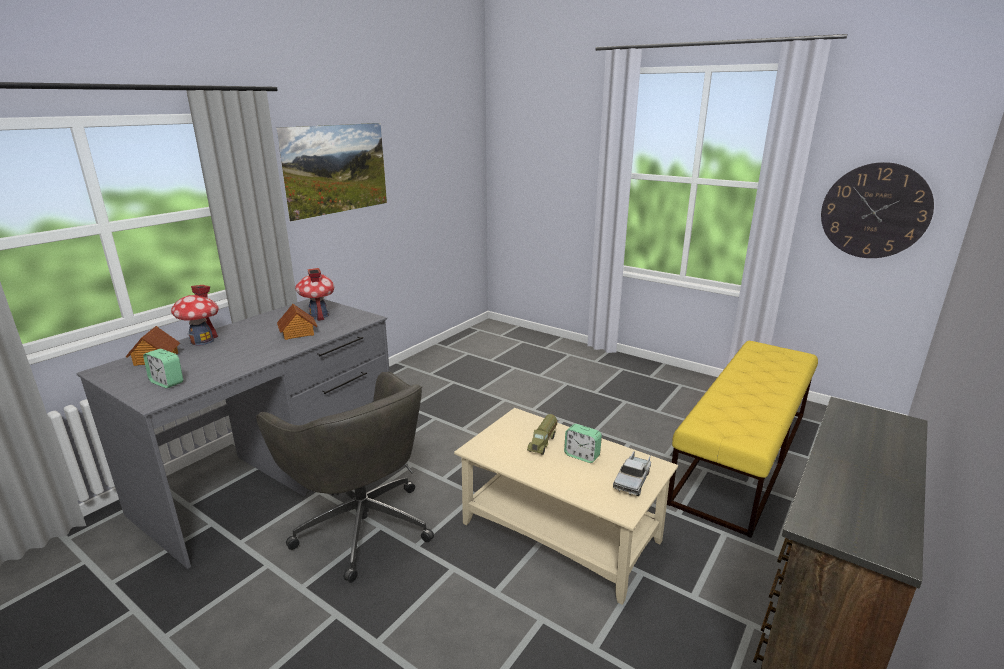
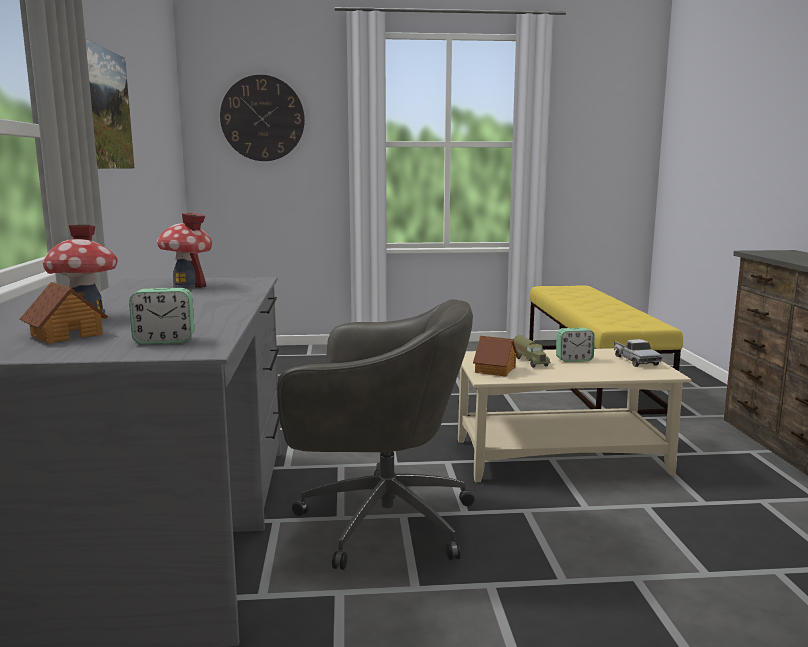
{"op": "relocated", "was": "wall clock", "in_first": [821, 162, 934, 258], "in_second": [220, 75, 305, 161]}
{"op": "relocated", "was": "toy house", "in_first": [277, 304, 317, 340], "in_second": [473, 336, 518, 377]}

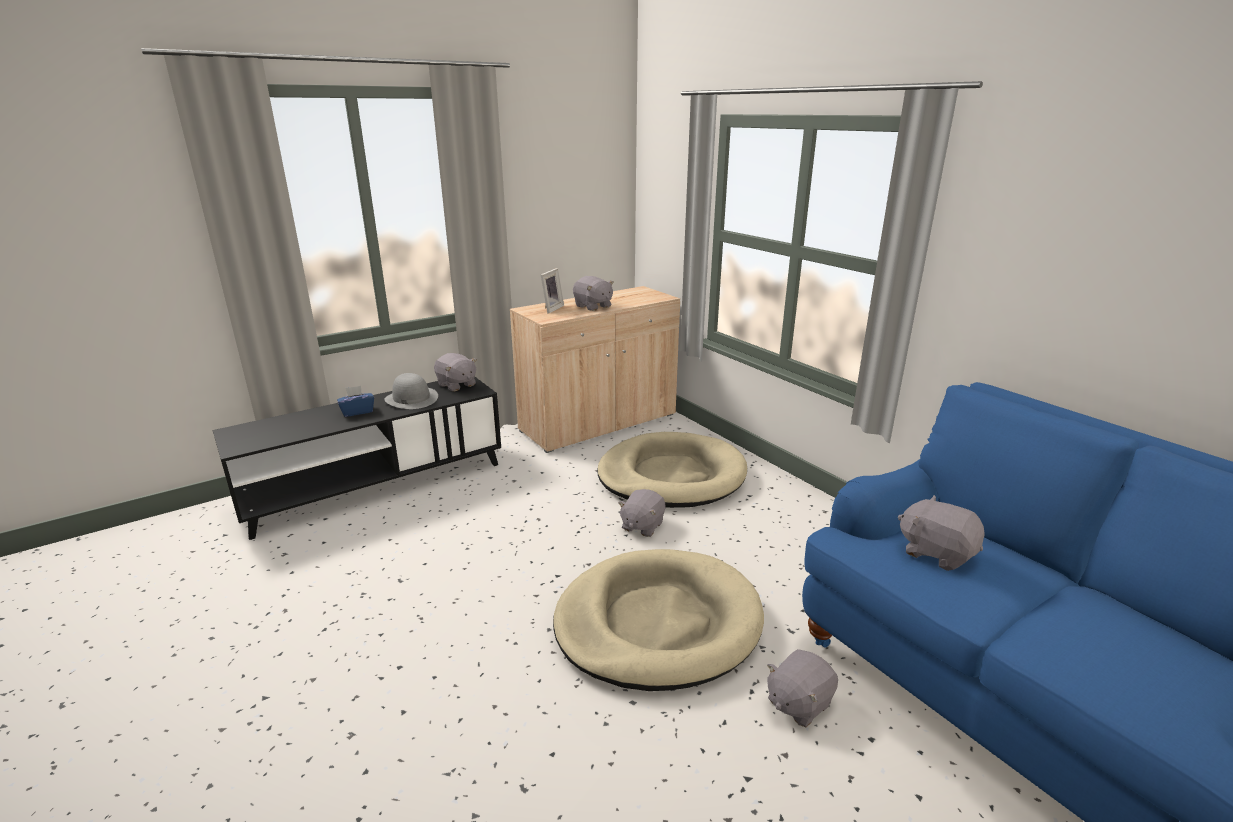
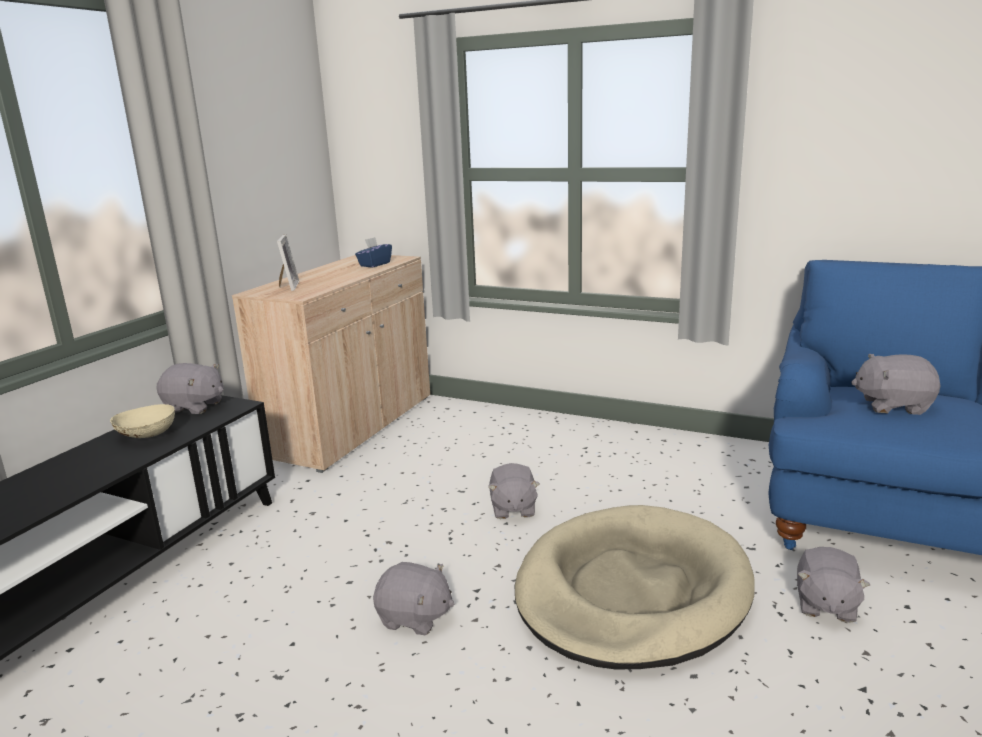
{"op": "relocated", "was": "grey plush toy", "in_first": [573, 276, 614, 311], "in_second": [373, 562, 454, 635]}
{"op": "exchanged", "was": "grey hat", "now": "beige bowl", "in_first": [384, 373, 438, 409], "in_second": [110, 404, 175, 438]}
{"op": "relocated", "was": "blue tissue box", "in_first": [337, 386, 374, 417], "in_second": [355, 237, 392, 267]}
{"op": "missing", "was": "beige dog bed", "in_first": [597, 432, 747, 508]}

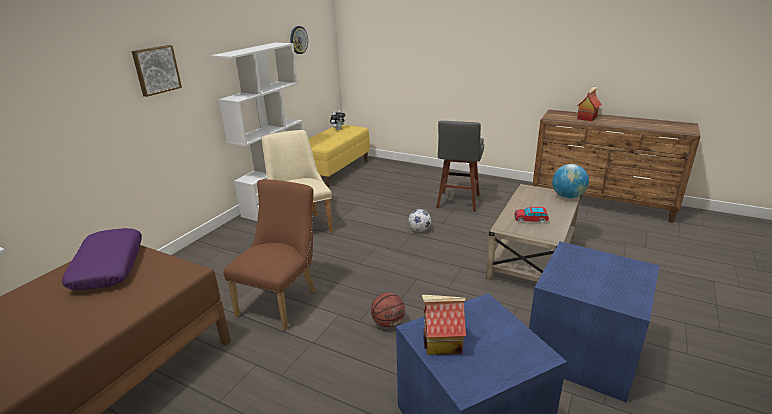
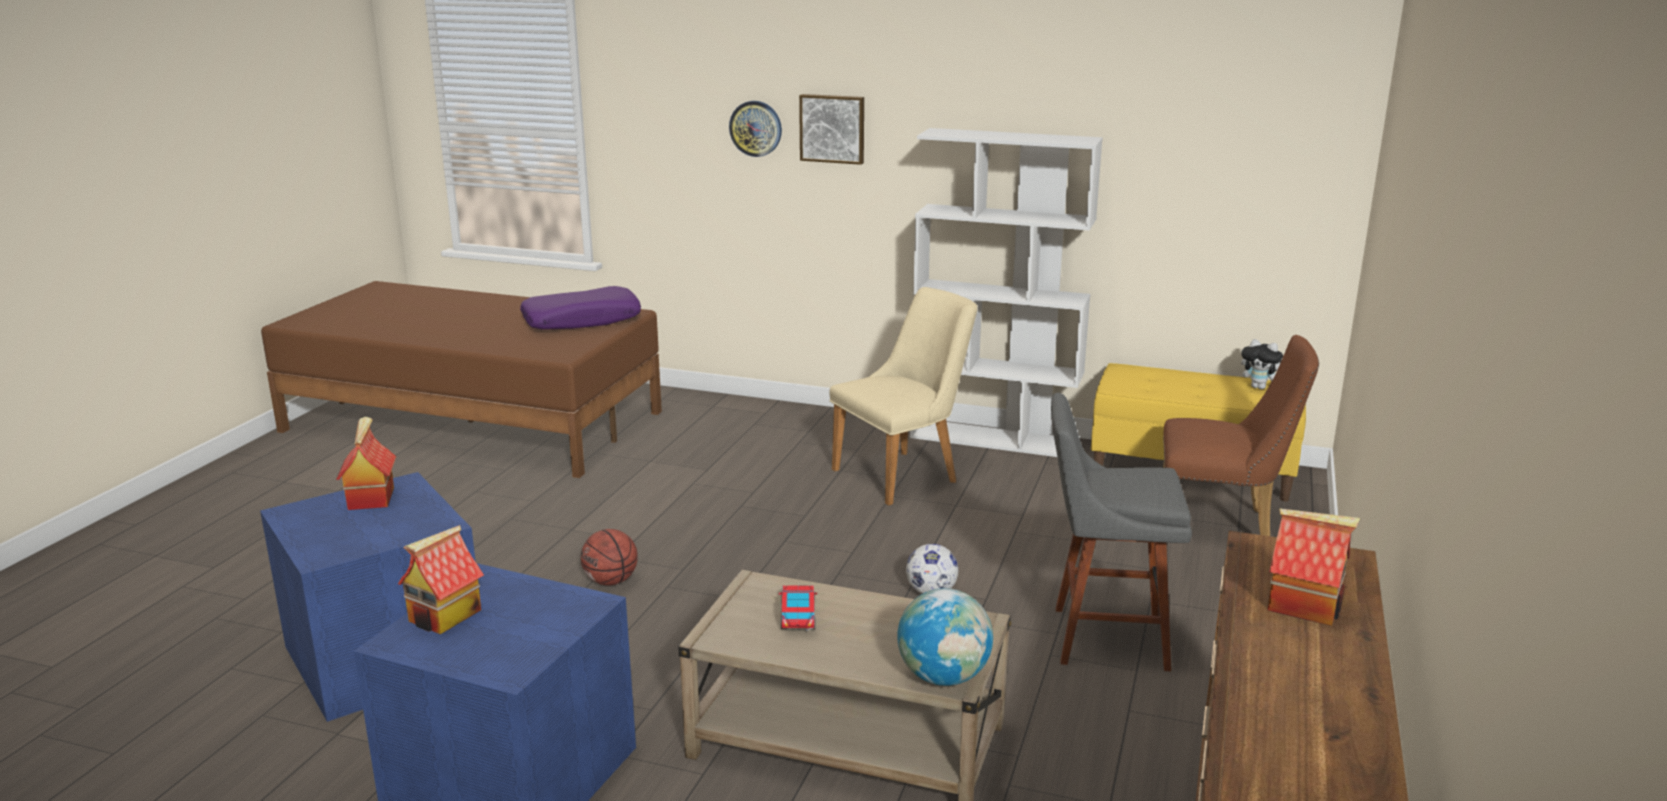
{"op": "relocated", "was": "wall clock", "in_first": [290, 26, 308, 54], "in_second": [729, 101, 782, 157]}
{"op": "relocated", "was": "brown chair", "in_first": [223, 179, 315, 330], "in_second": [1163, 335, 1319, 536]}
{"op": "appeared", "now": "toy house", "in_second": [398, 525, 484, 634]}

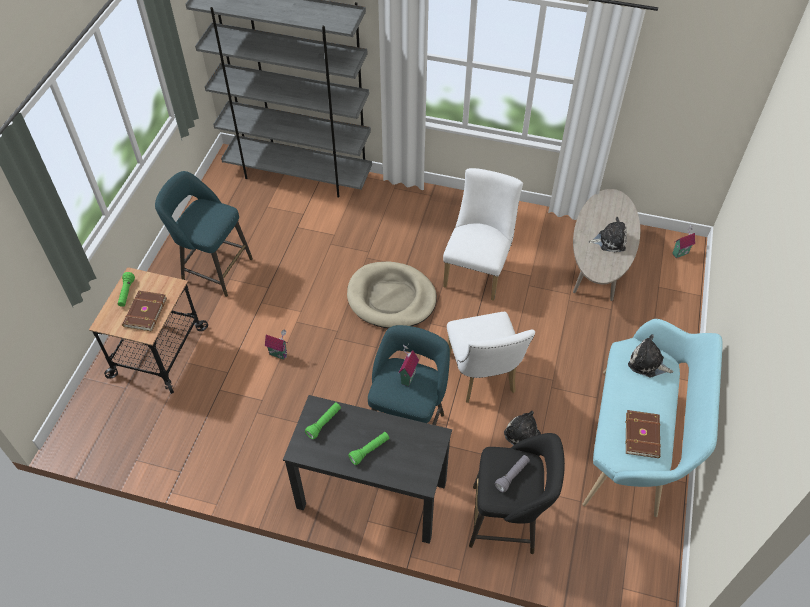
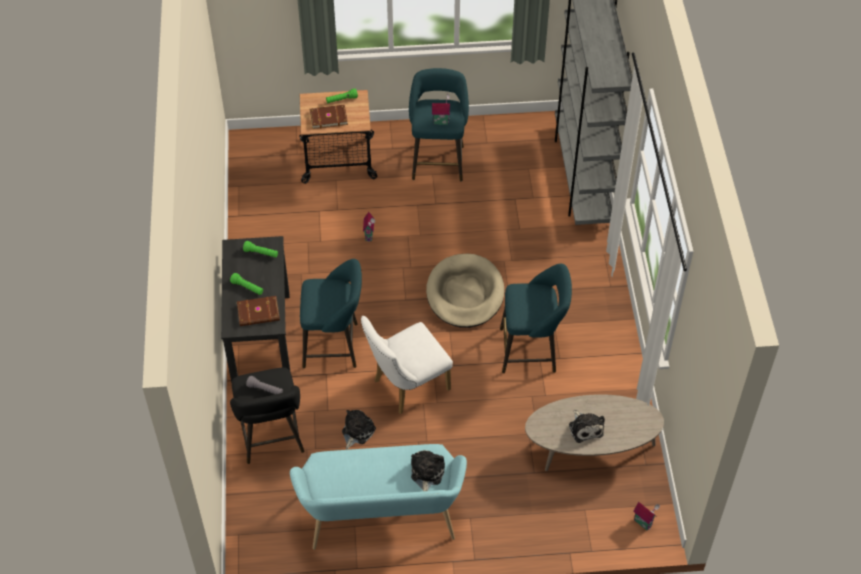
{"op": "exchanged", "was": "white chair", "now": "turquoise stool", "in_first": [443, 168, 523, 301], "in_second": [500, 264, 572, 373]}
{"op": "relocated", "was": "toy house", "in_first": [398, 344, 419, 386], "in_second": [432, 94, 450, 125]}
{"op": "relocated", "was": "brown book", "in_first": [625, 410, 661, 458], "in_second": [237, 296, 280, 326]}

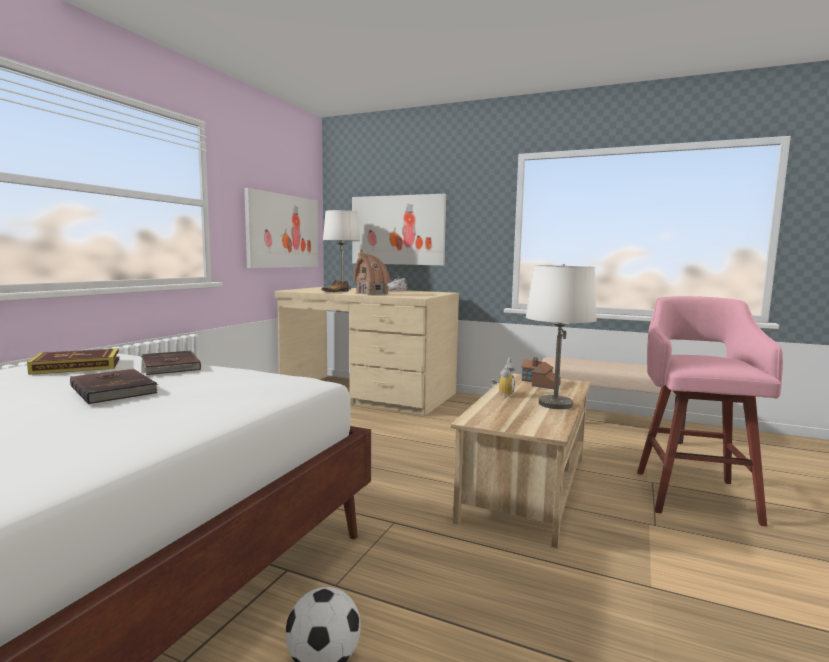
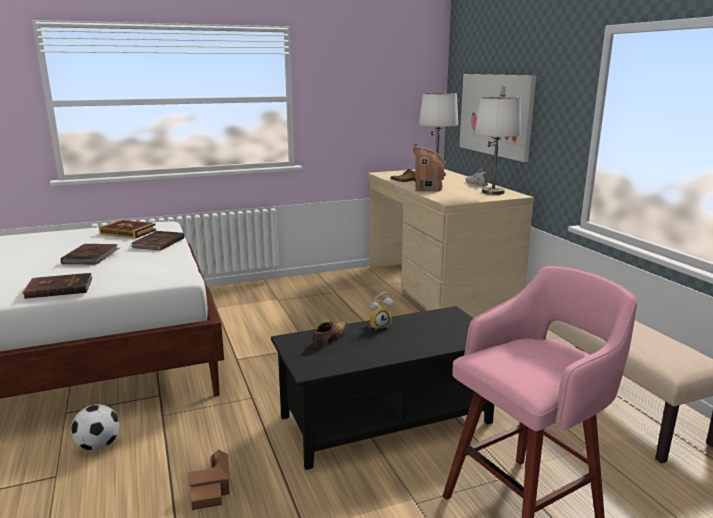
{"op": "missing", "was": "picture", "in_first": [244, 188, 318, 268]}
{"op": "relocated", "was": "white table lamp", "in_first": [526, 264, 597, 409], "in_second": [474, 96, 521, 195]}
{"op": "relocated", "was": "toy house", "in_first": [521, 357, 561, 389], "in_second": [189, 449, 230, 510]}
{"op": "colour", "was": "beige coffee table", "now": "black coffee table", "in_first": [451, 373, 591, 548], "in_second": [271, 306, 494, 470]}
{"op": "appeared", "now": "brown book", "in_second": [22, 273, 93, 299]}
{"op": "appeared", "now": "shoe", "in_second": [312, 321, 348, 348]}

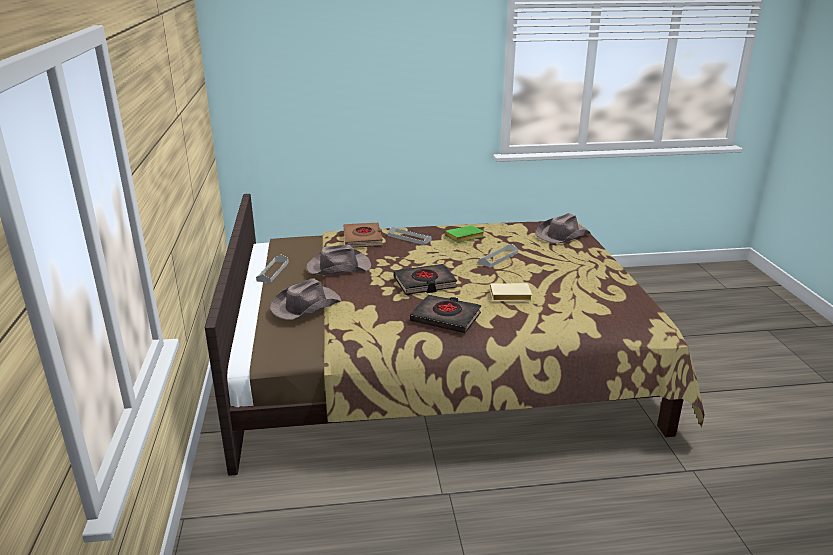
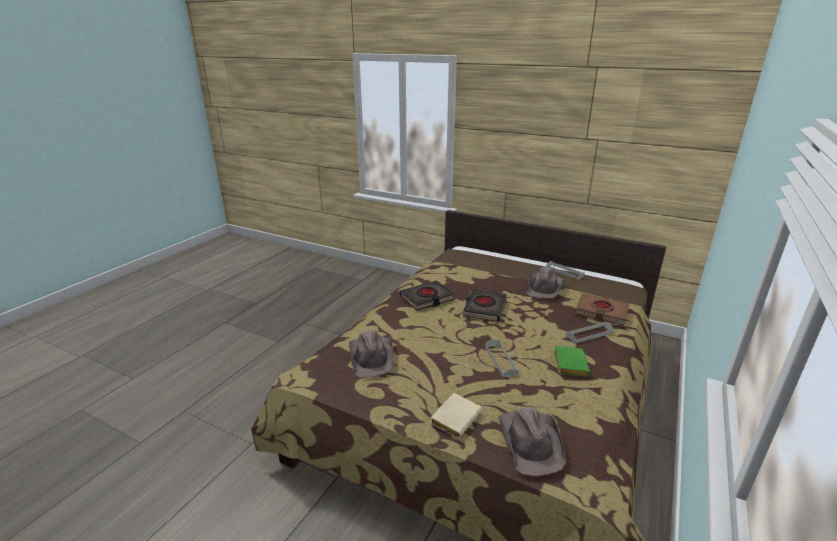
{"op": "relocated", "was": "brown hat", "in_first": [270, 278, 341, 320], "in_second": [349, 330, 394, 378]}
{"op": "relocated", "was": "beige book", "in_first": [490, 283, 532, 301], "in_second": [430, 393, 482, 438]}

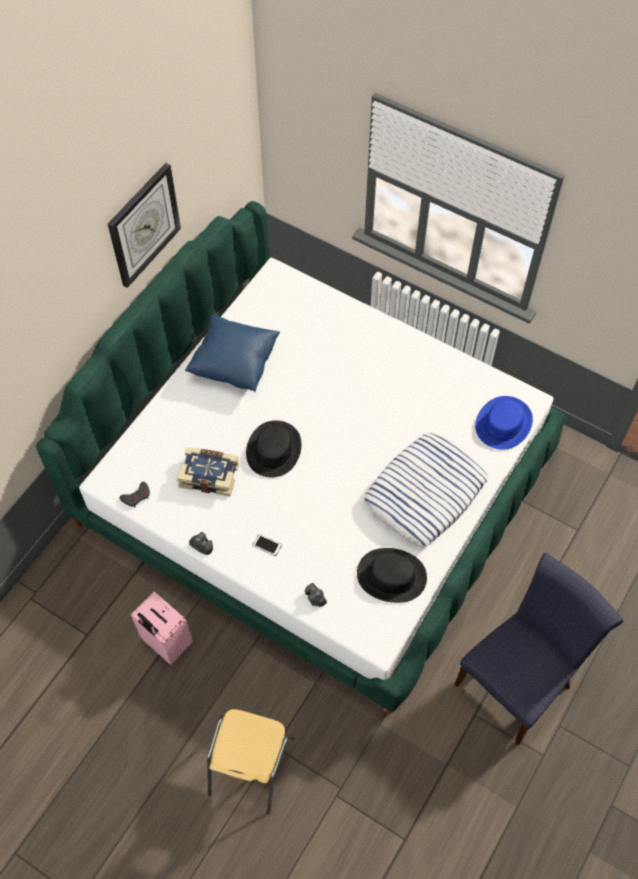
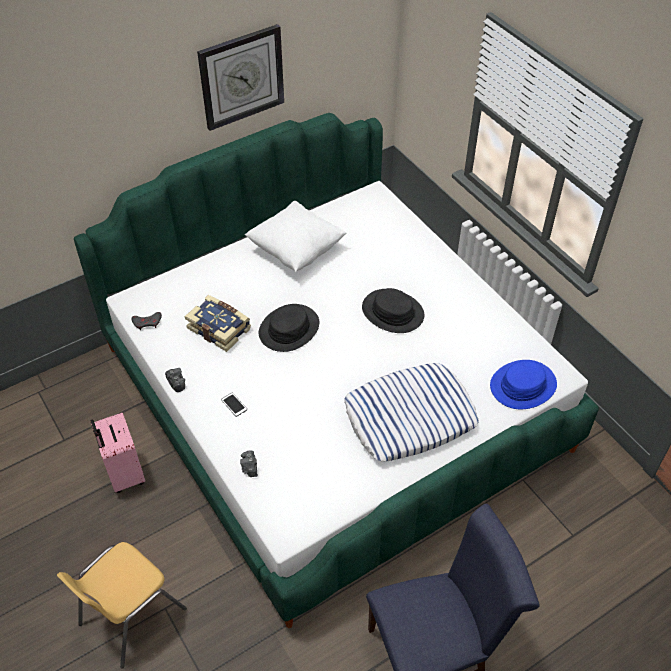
{"op": "colour", "was": "blue pillow", "now": "white pillow", "in_first": [185, 315, 280, 392], "in_second": [245, 201, 347, 272]}
{"op": "relocated", "was": "black hat", "in_first": [357, 548, 427, 603], "in_second": [362, 288, 424, 333]}

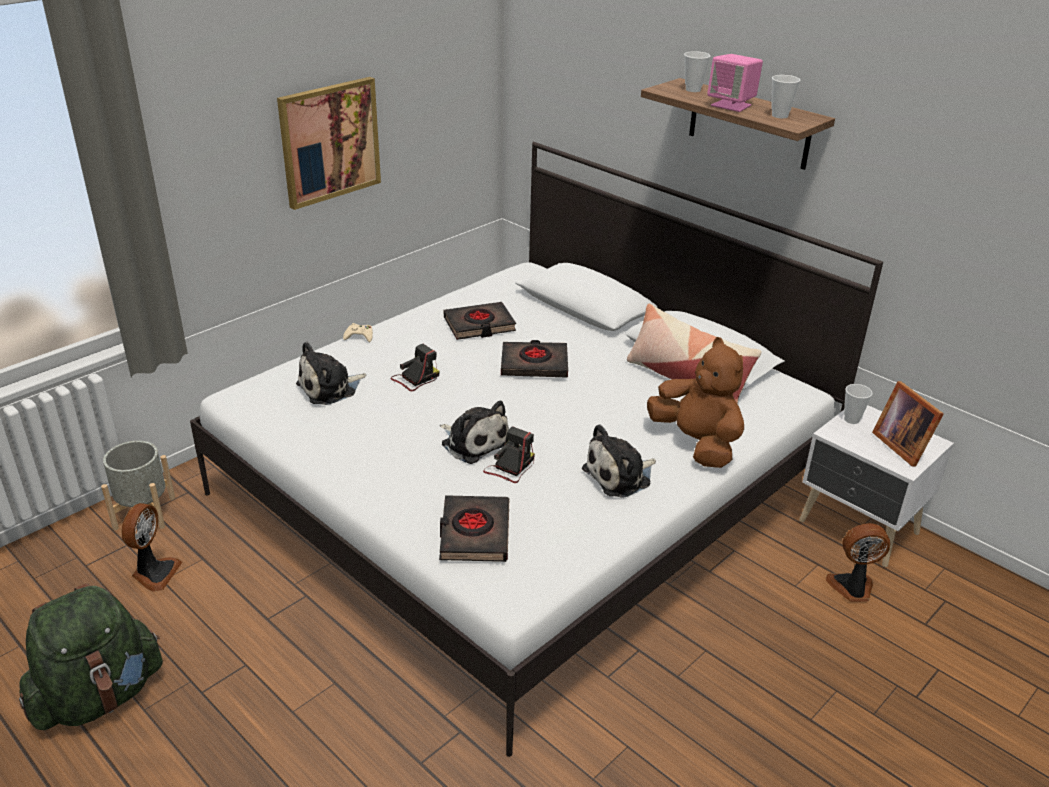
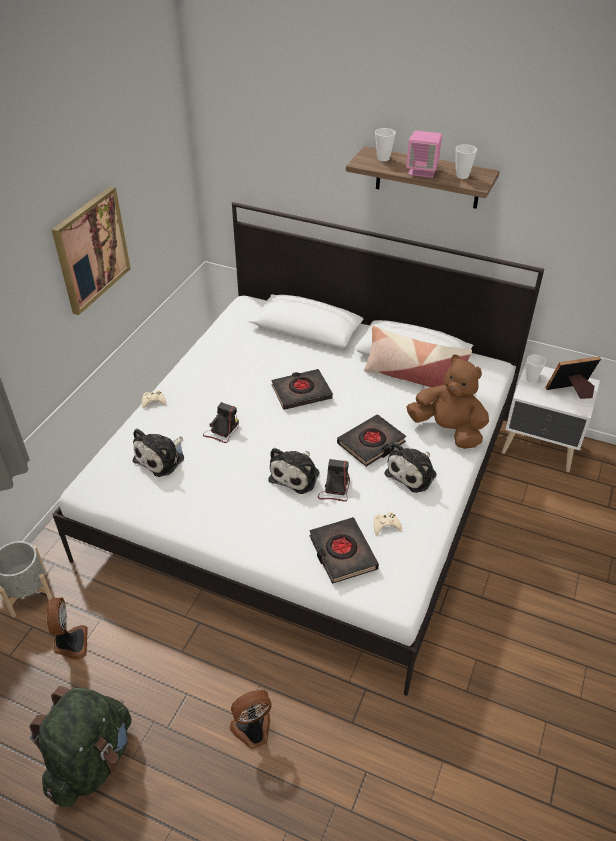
{"op": "relocated", "was": "black book", "in_first": [444, 302, 516, 340], "in_second": [337, 414, 406, 467]}
{"op": "spun", "was": "picture frame", "in_first": [872, 381, 944, 467], "in_second": [545, 357, 601, 399], "clockwise": 120}
{"op": "spun", "was": "plush toy", "in_first": [440, 400, 509, 464], "in_second": [268, 448, 320, 494], "clockwise": 90}
{"op": "relocated", "was": "fan", "in_first": [825, 523, 890, 602], "in_second": [230, 690, 272, 749]}
{"op": "appeared", "now": "beige game controller", "in_second": [374, 512, 402, 536]}

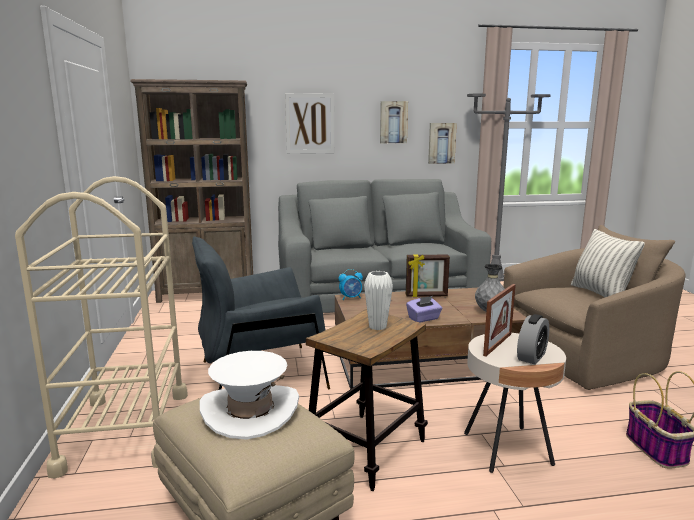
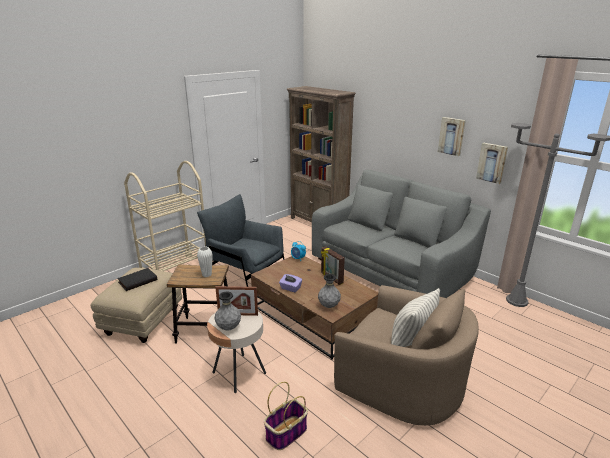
{"op": "missing", "was": "picture", "in_first": [285, 93, 334, 154]}
{"op": "exchanged", "was": "alarm clock", "now": "grey vase", "in_first": [517, 314, 549, 365], "in_second": [215, 292, 241, 331]}
{"op": "exchanged", "was": "white hat", "now": "black book", "in_first": [200, 351, 299, 440], "in_second": [117, 268, 157, 291]}

